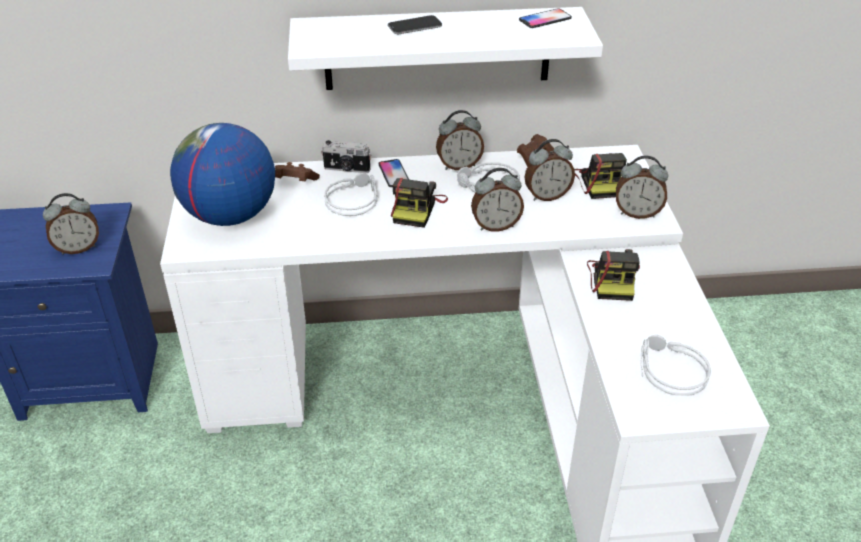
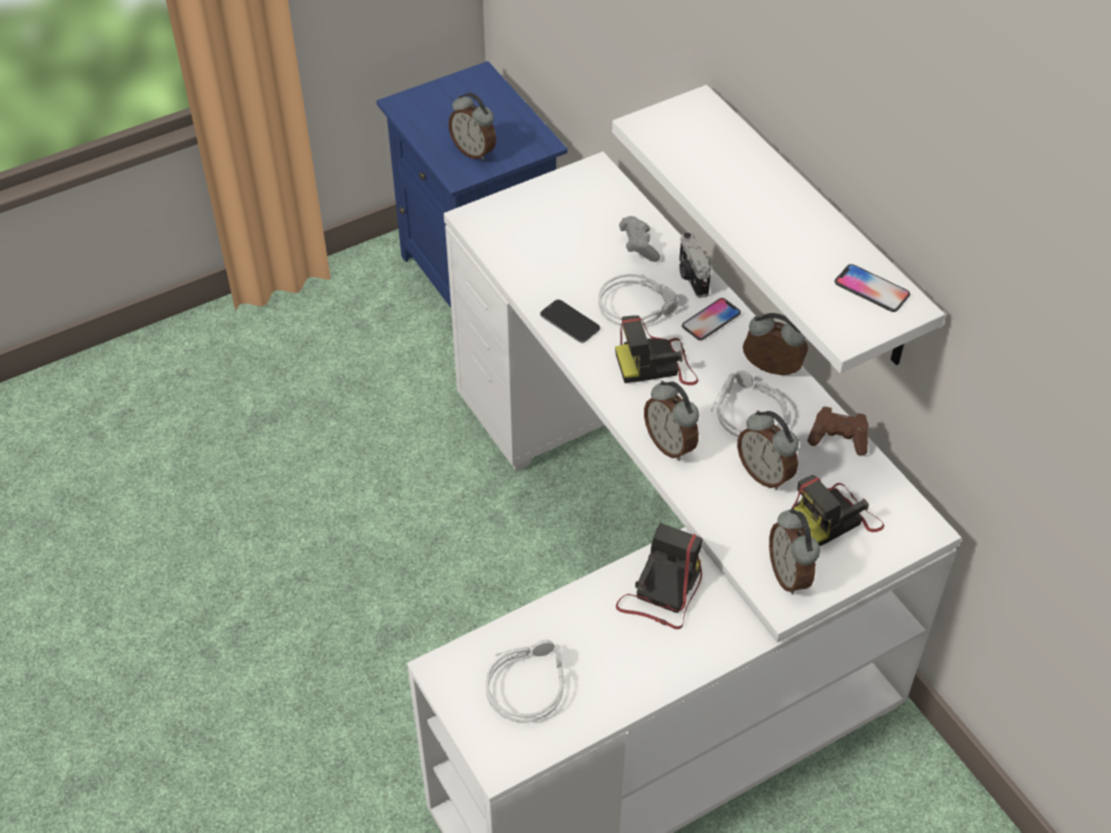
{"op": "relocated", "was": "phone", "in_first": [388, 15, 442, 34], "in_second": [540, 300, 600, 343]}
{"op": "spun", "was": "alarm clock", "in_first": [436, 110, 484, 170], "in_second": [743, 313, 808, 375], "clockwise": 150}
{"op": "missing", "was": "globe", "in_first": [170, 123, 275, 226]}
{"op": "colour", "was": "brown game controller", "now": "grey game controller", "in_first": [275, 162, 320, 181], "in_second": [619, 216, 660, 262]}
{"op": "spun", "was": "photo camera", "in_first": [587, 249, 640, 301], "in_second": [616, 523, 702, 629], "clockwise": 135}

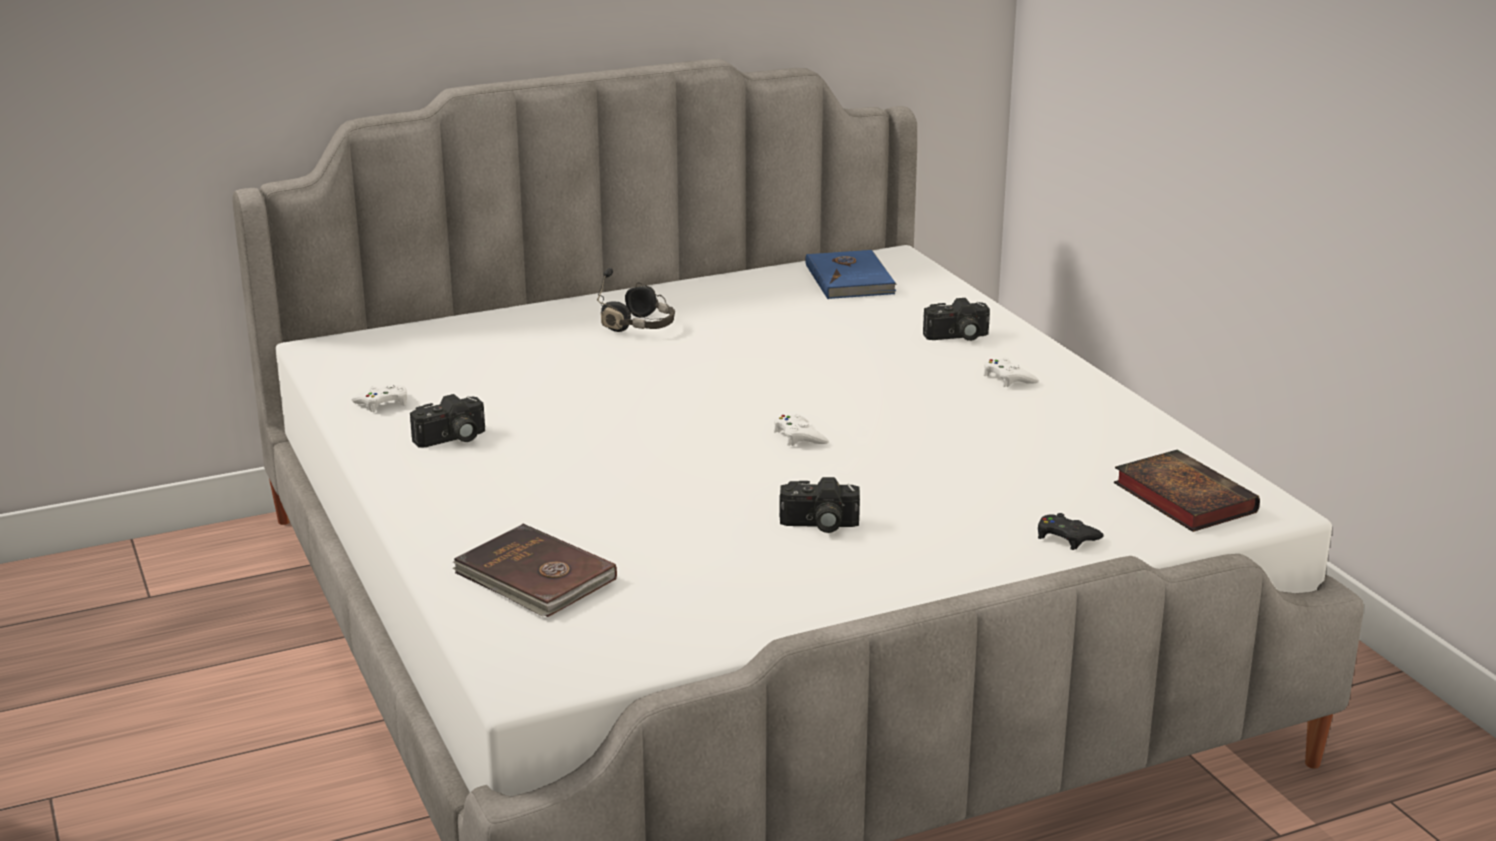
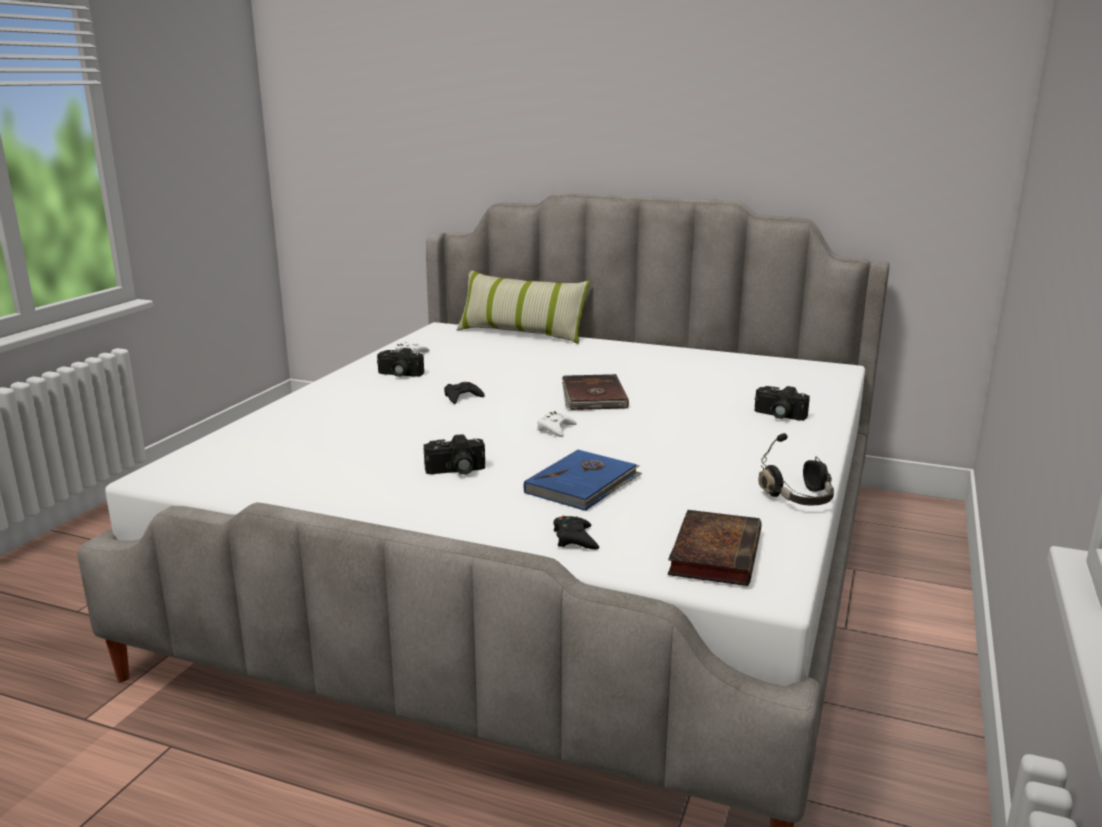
{"op": "relocated", "was": "blue book", "in_first": [805, 250, 897, 299], "in_second": [524, 449, 642, 511]}
{"op": "relocated", "was": "black headphones", "in_first": [597, 268, 675, 332], "in_second": [758, 433, 834, 506]}
{"op": "missing", "was": "white game controller", "in_first": [983, 357, 1039, 387]}
{"op": "spun", "was": "photo camera", "in_first": [779, 477, 860, 533], "in_second": [424, 434, 485, 475], "clockwise": -60}
{"op": "relocated", "was": "brown book", "in_first": [453, 524, 617, 617], "in_second": [562, 374, 629, 410]}
{"op": "appeared", "now": "pillow", "in_second": [457, 271, 590, 344]}
{"op": "appeared", "now": "black game controller", "in_second": [444, 382, 485, 404]}

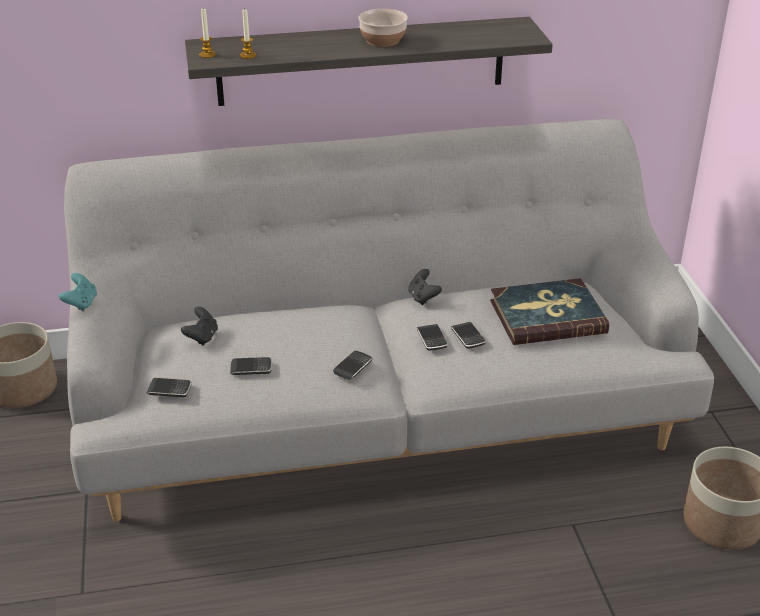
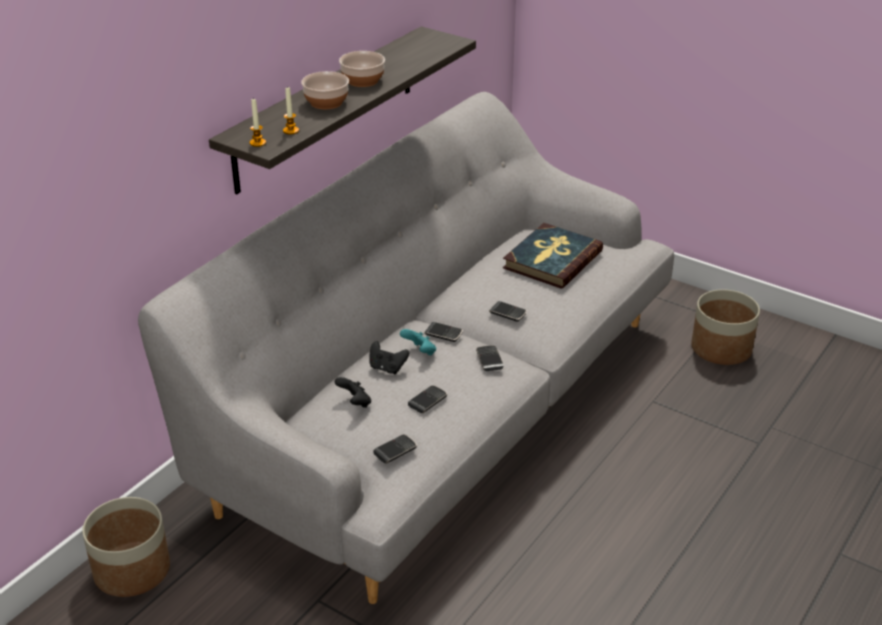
{"op": "relocated", "was": "black game controller", "in_first": [408, 269, 442, 305], "in_second": [370, 341, 409, 374]}
{"op": "relocated", "was": "turquoise game controller", "in_first": [59, 273, 97, 311], "in_second": [400, 329, 436, 355]}
{"op": "relocated", "was": "phone", "in_first": [451, 322, 486, 349], "in_second": [424, 322, 463, 342]}
{"op": "appeared", "now": "bowl", "in_second": [301, 71, 349, 109]}

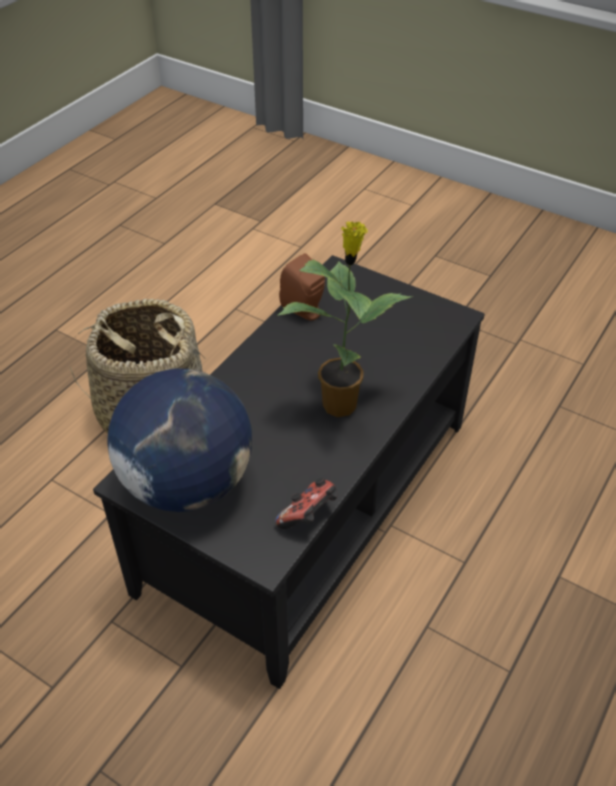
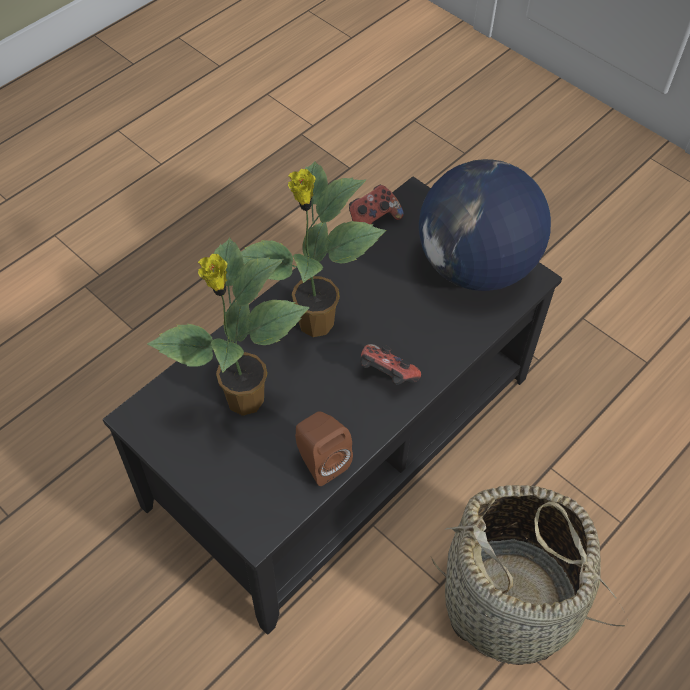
{"op": "appeared", "now": "potted plant", "in_second": [147, 238, 310, 416]}
{"op": "appeared", "now": "game controller", "in_second": [360, 344, 421, 385]}

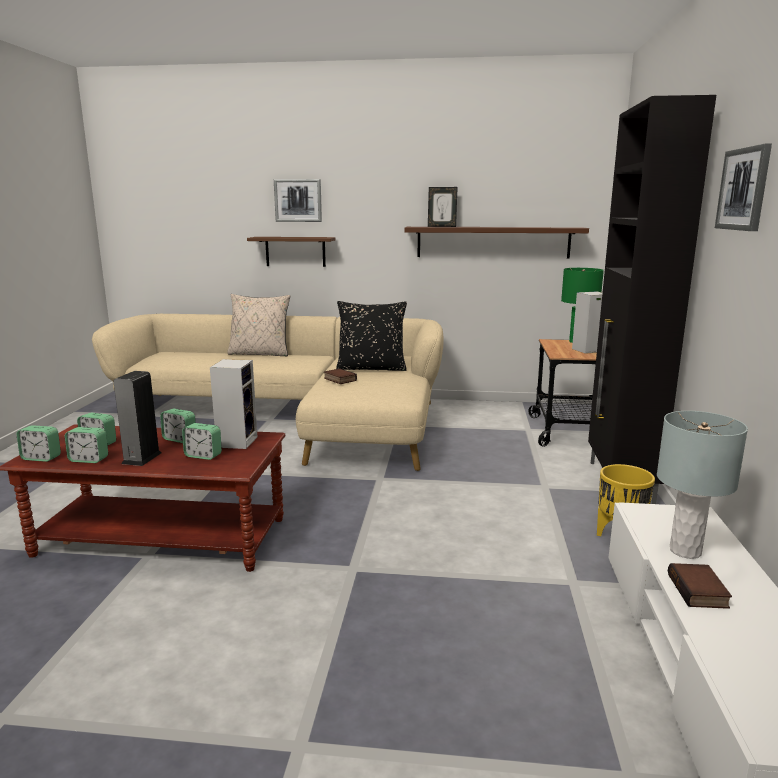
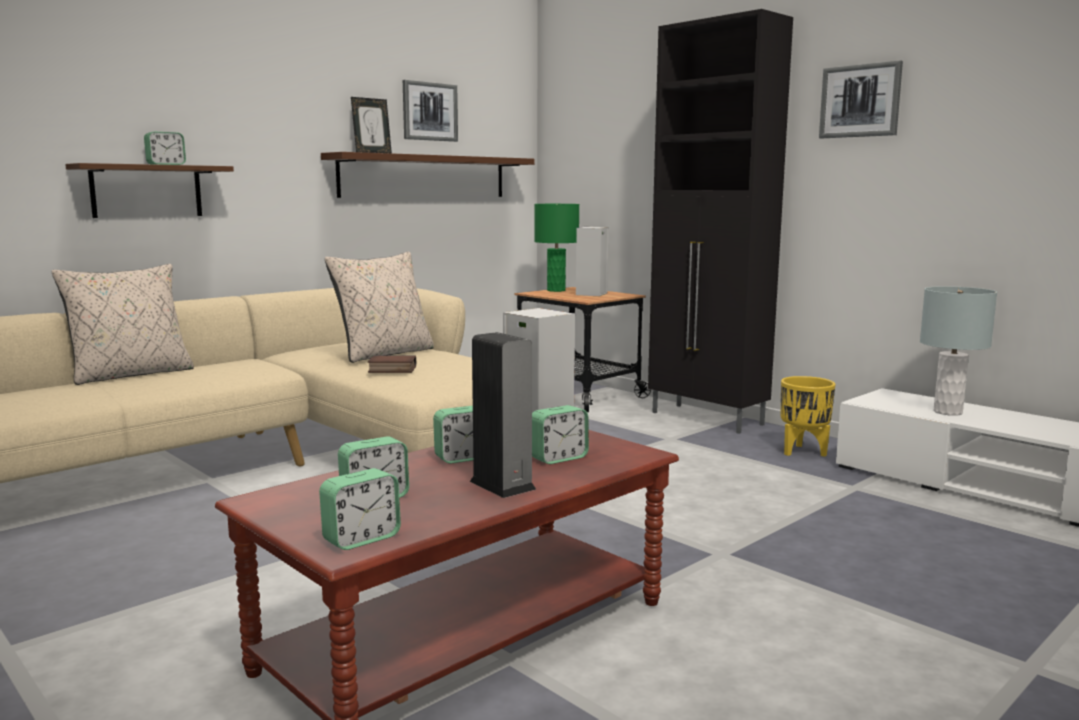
{"op": "relocated", "was": "picture", "in_first": [274, 179, 322, 222], "in_second": [403, 80, 458, 142]}
{"op": "colour", "was": "black pillow", "now": "beige pillow", "in_first": [336, 301, 407, 371], "in_second": [325, 252, 434, 363]}
{"op": "relocated", "was": "alarm clock", "in_first": [65, 427, 108, 463], "in_second": [144, 132, 186, 165]}
{"op": "missing", "was": "book", "in_first": [668, 563, 732, 609]}

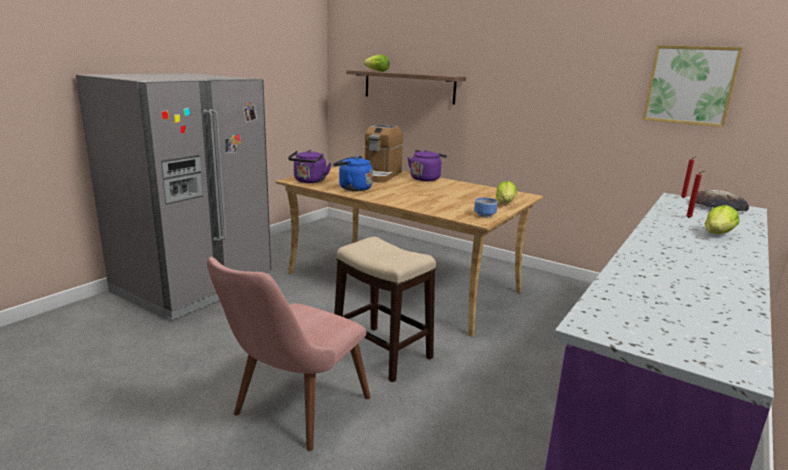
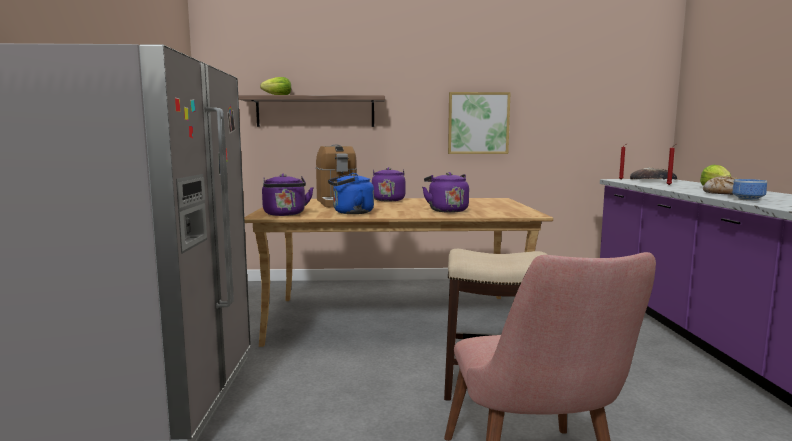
{"op": "relocated", "was": "picture", "in_first": [643, 45, 743, 127], "in_second": [448, 92, 511, 154]}
{"op": "missing", "was": "lettuce", "in_first": [496, 181, 517, 203]}
{"op": "relocated", "was": "bowl", "in_first": [474, 198, 497, 217], "in_second": [732, 179, 767, 201]}
{"op": "appeared", "now": "purple kettle", "in_second": [422, 172, 469, 213]}
{"op": "appeared", "now": "bread", "in_second": [703, 176, 739, 195]}

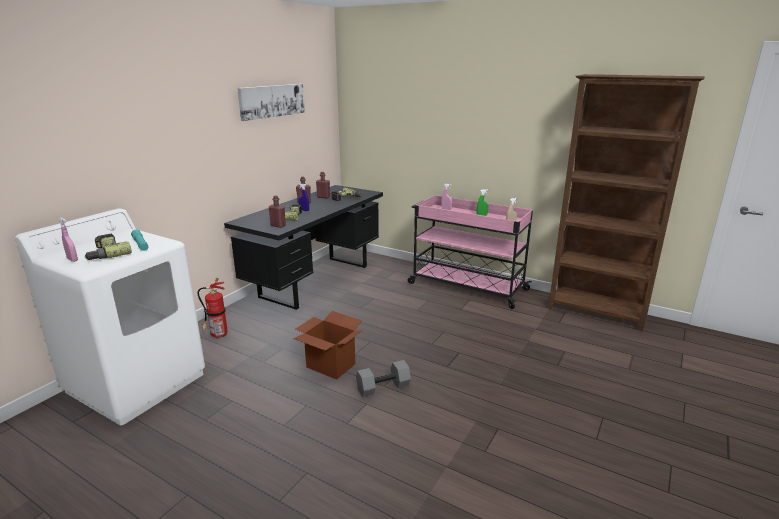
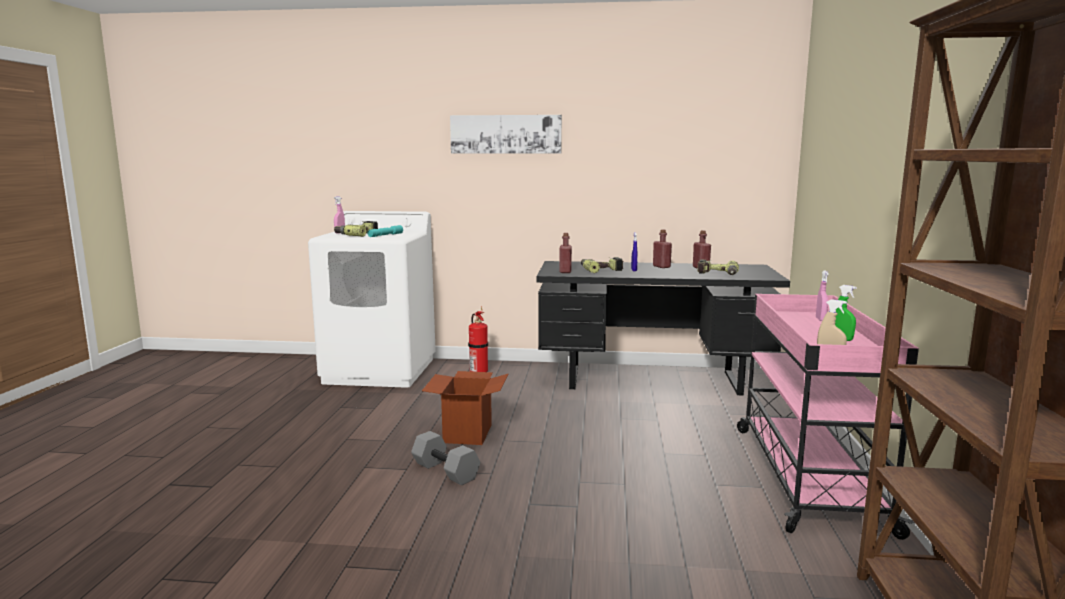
{"op": "relocated", "was": "picture", "in_first": [237, 84, 305, 121], "in_second": [450, 115, 562, 154]}

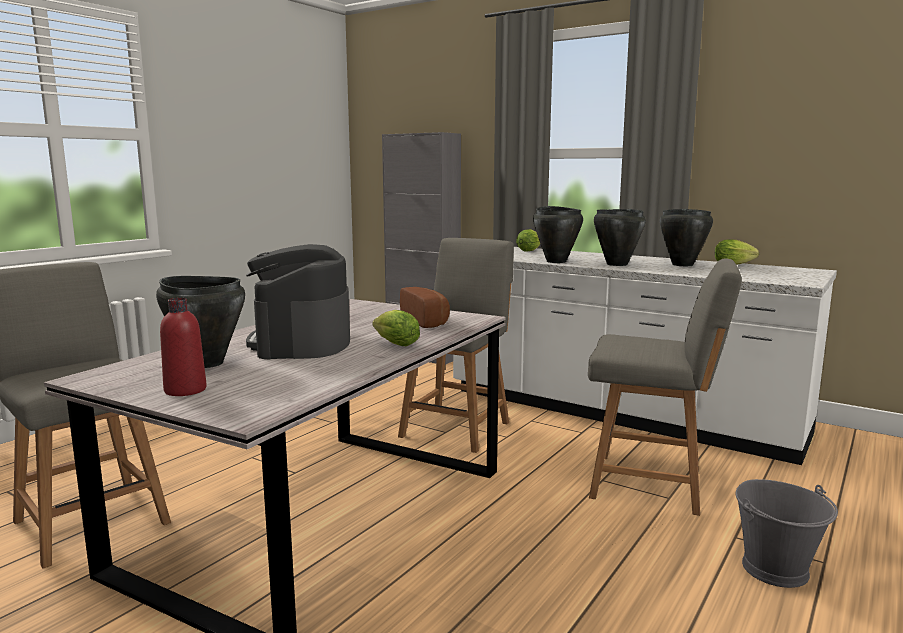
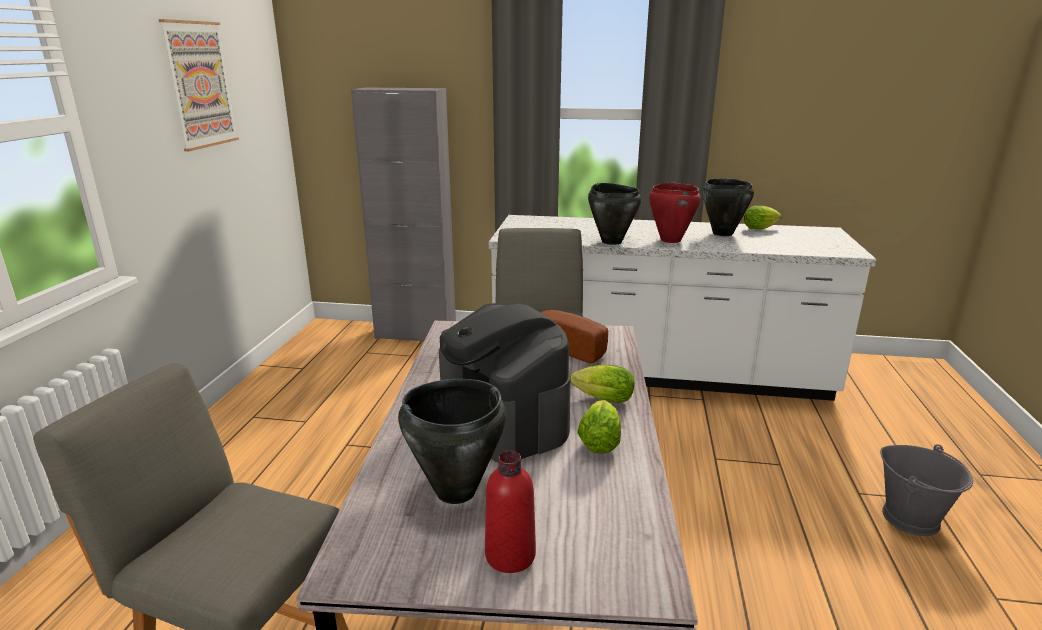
{"op": "colour", "was": "black cooking pot", "now": "red cooking pot", "in_first": [594, 209, 646, 266], "in_second": [649, 183, 701, 243]}
{"op": "relocated", "was": "lettuce", "in_first": [516, 229, 540, 252], "in_second": [577, 400, 621, 454]}
{"op": "missing", "was": "grey chair", "in_first": [588, 259, 742, 516]}
{"op": "appeared", "now": "picture", "in_second": [159, 19, 239, 151]}

